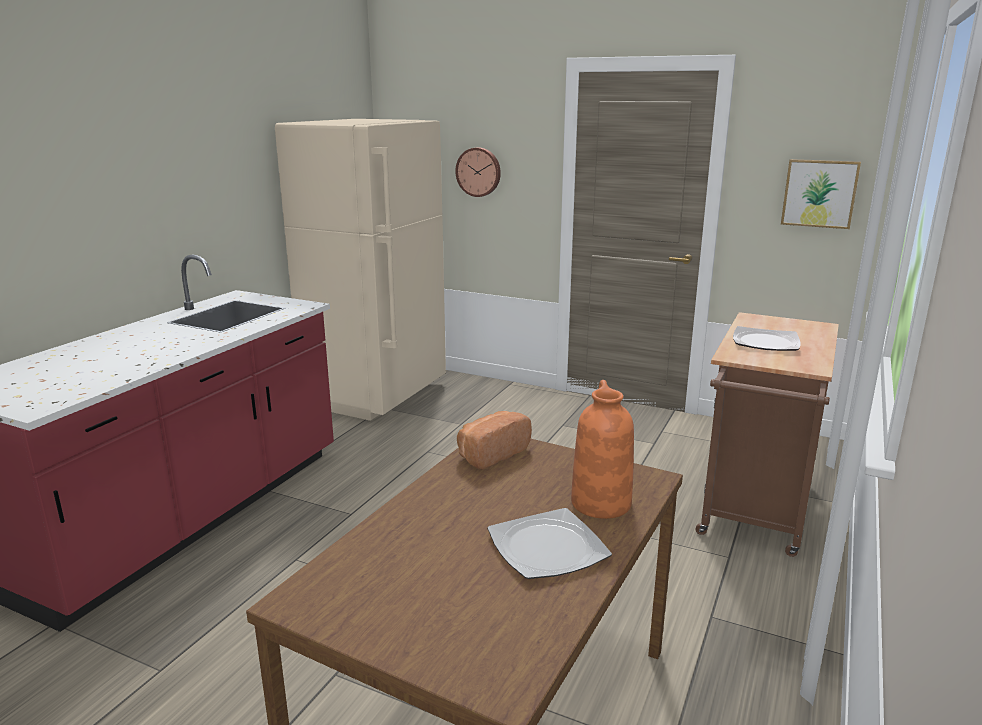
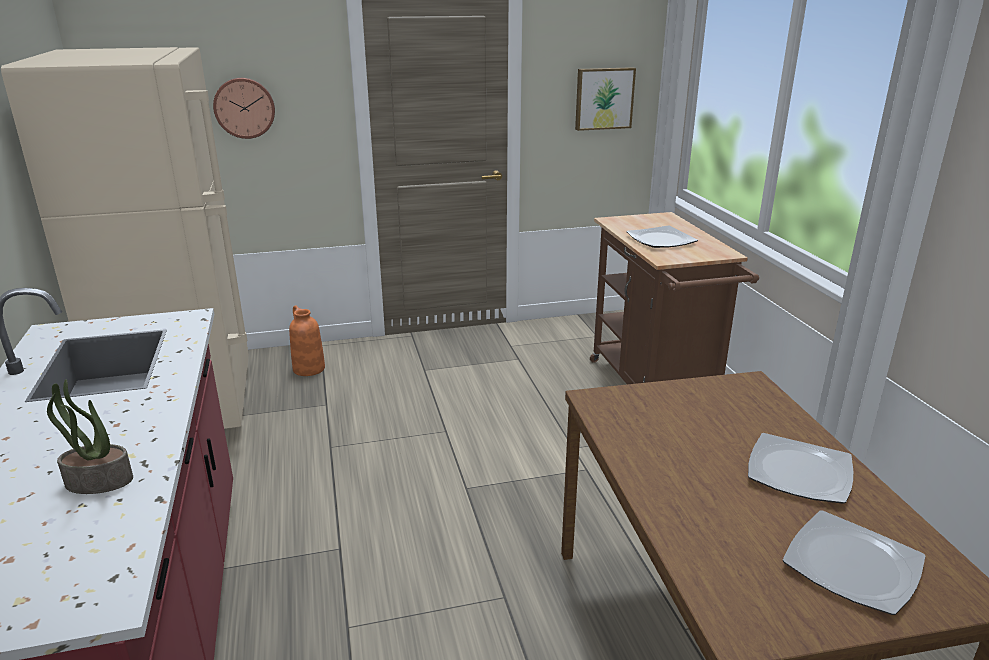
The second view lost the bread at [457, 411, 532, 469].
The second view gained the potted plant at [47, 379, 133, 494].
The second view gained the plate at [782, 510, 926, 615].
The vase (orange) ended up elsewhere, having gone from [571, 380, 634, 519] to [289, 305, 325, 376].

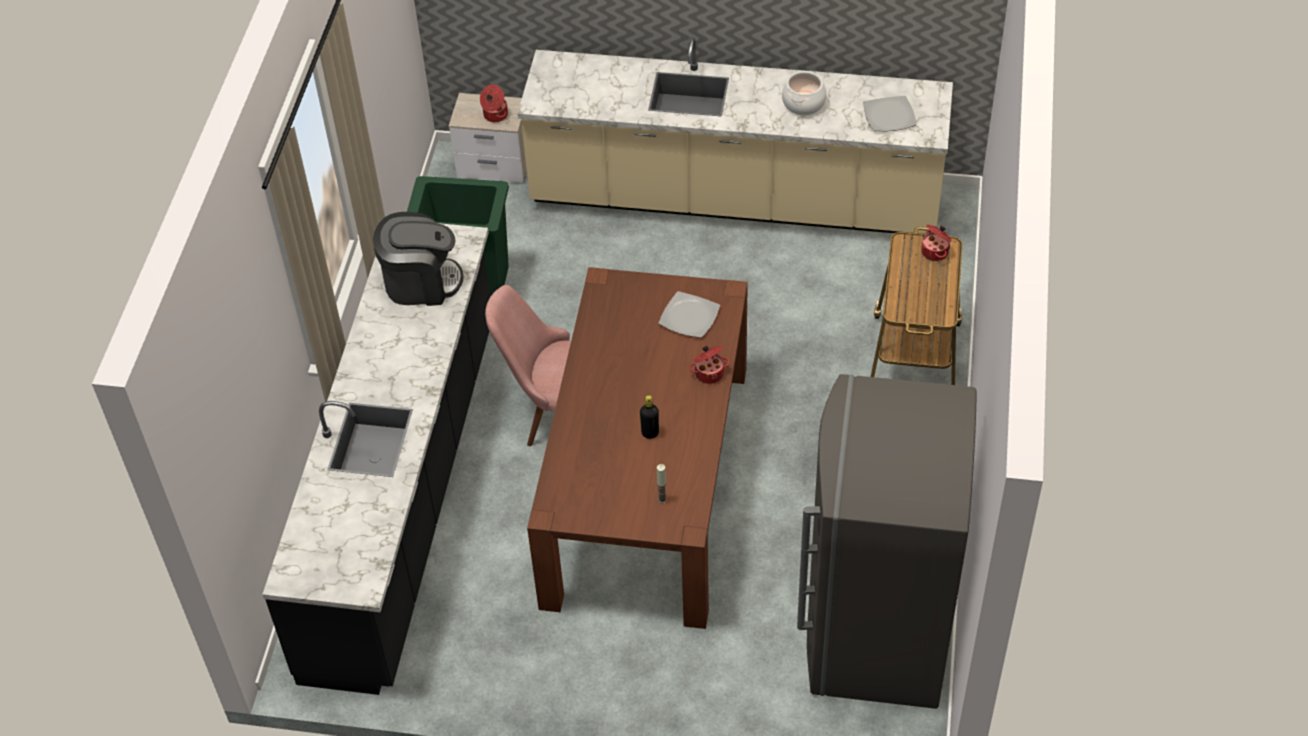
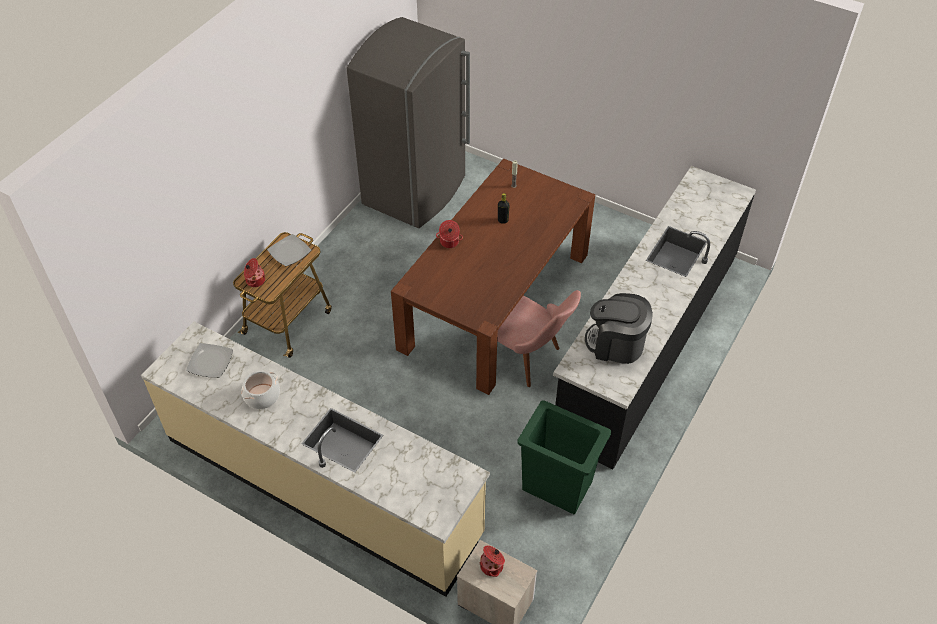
The plate ended up elsewhere, having gone from [659, 291, 720, 338] to [267, 234, 311, 266].

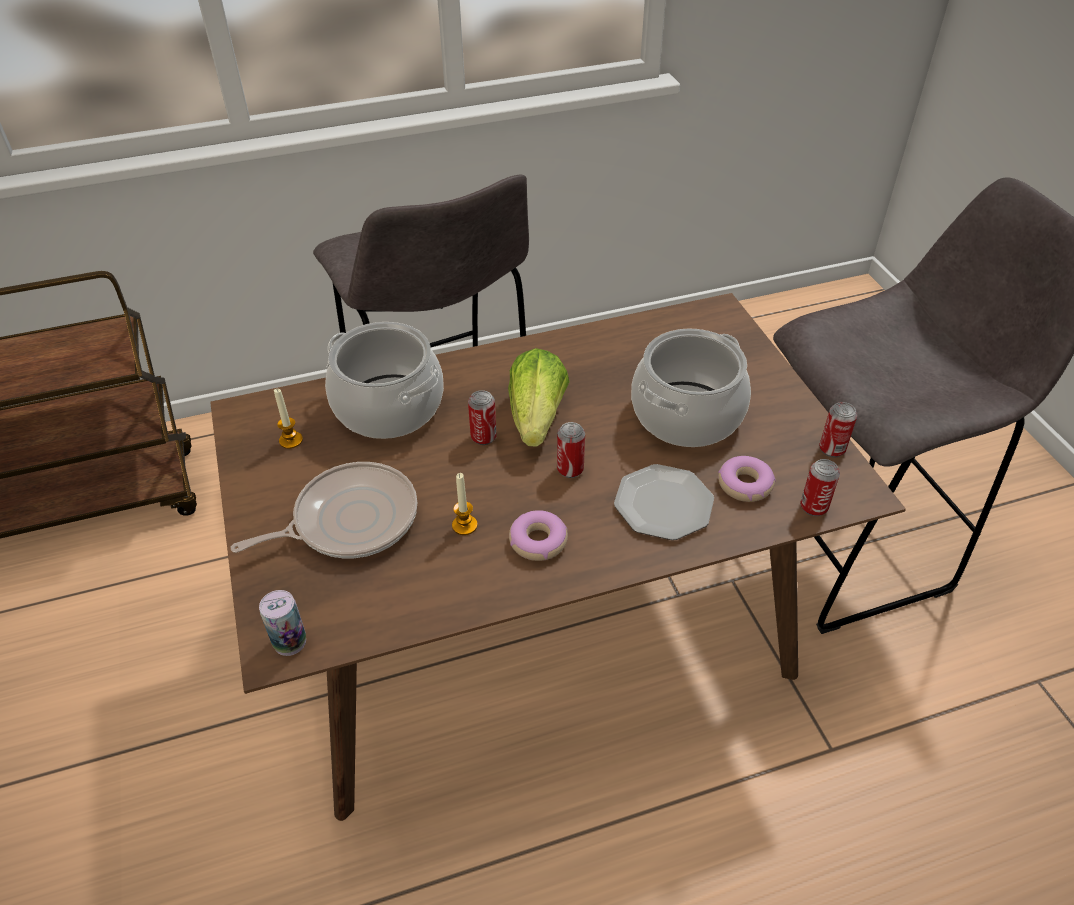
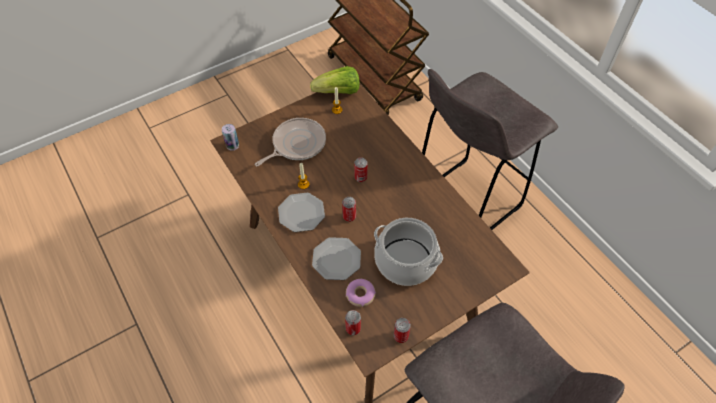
The second view lost the cooking pot at [325, 322, 444, 439].
The lettuce ended up elsewhere, having gone from [508, 348, 570, 447] to [310, 66, 360, 94].
Where the donut stood at [509, 510, 568, 561], the plate came to stand at [278, 193, 325, 232].
The frying pan at [231, 462, 418, 558] ended up facing another way, 90 degrees counterclockwise from before.

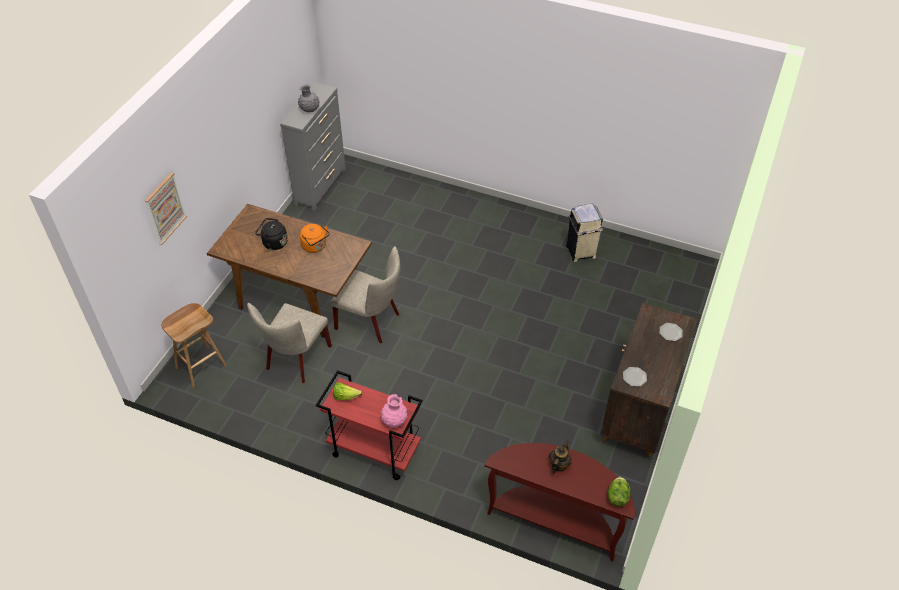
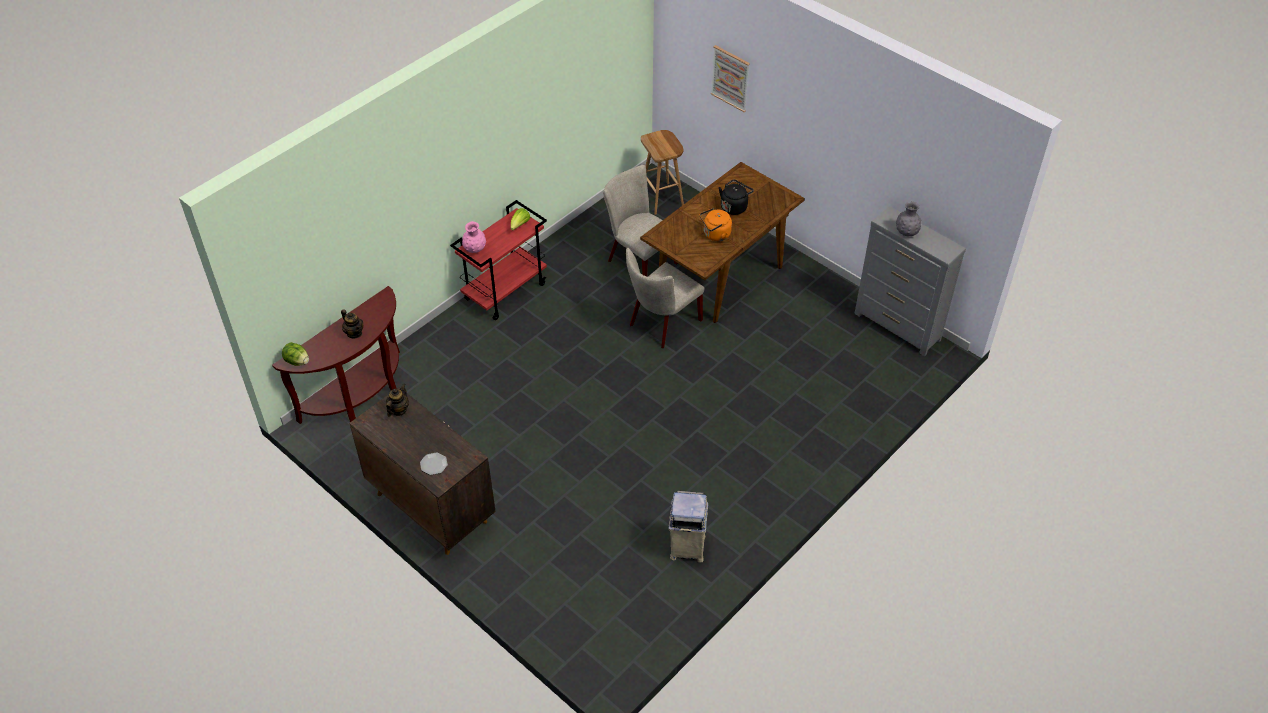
Where the plate stood at [623, 367, 647, 386], the teapot came to stand at [386, 383, 409, 416].

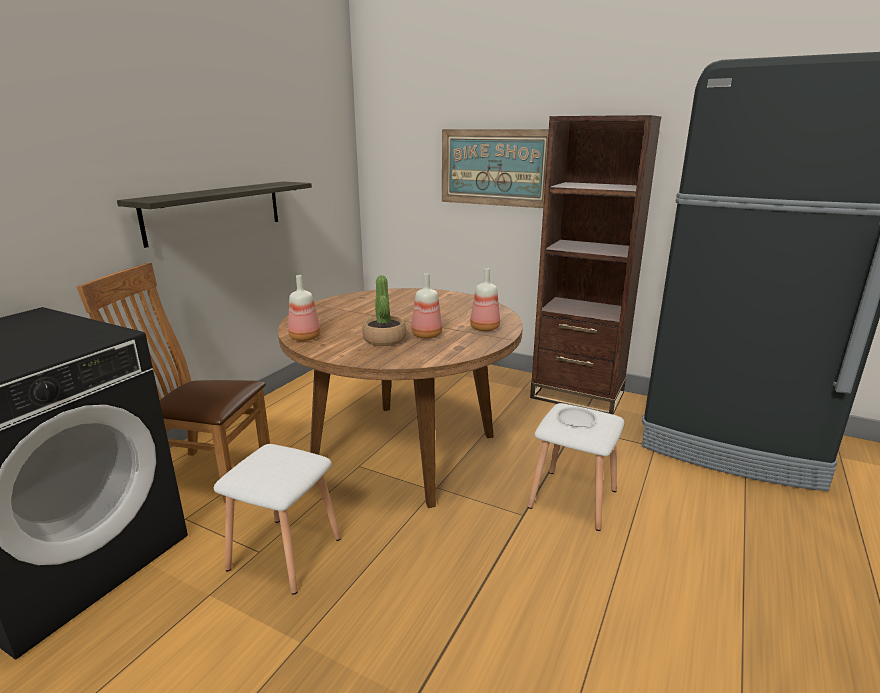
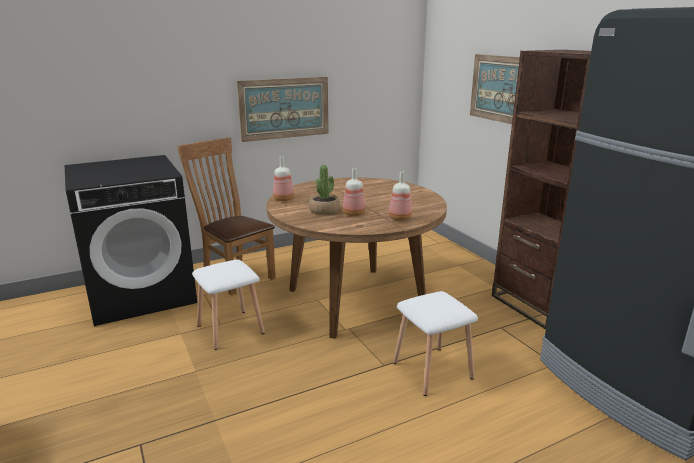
The second view lost the plate (white) at [556, 407, 597, 427].
Where the shelf hung at [117, 181, 312, 248], the picture came to hang at [237, 77, 329, 142].

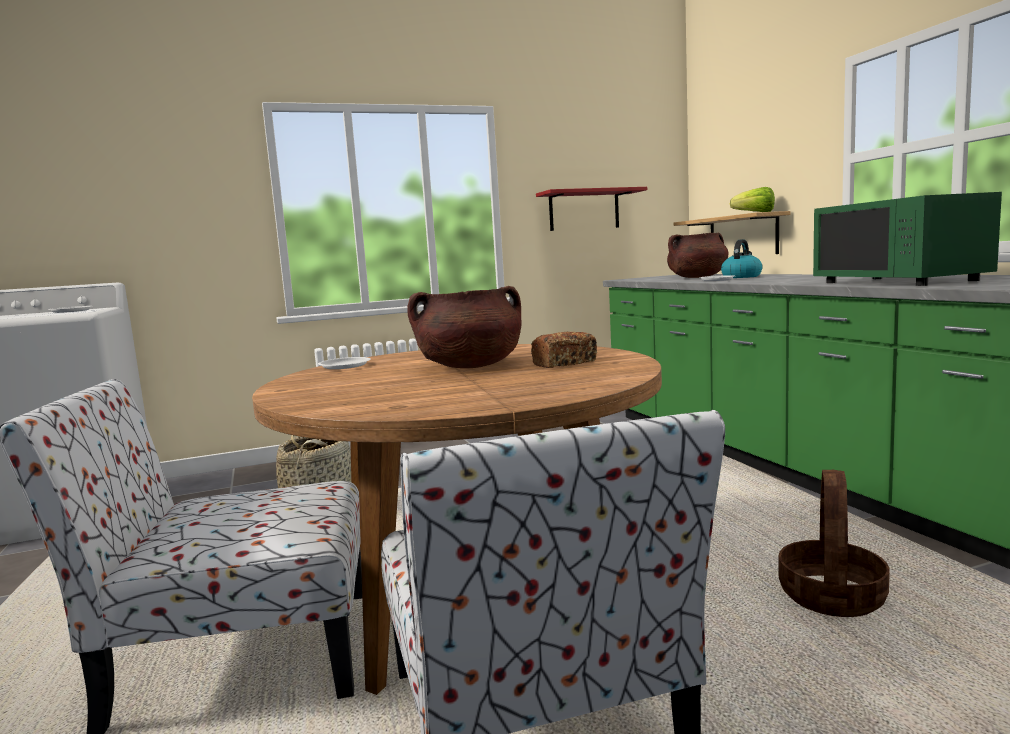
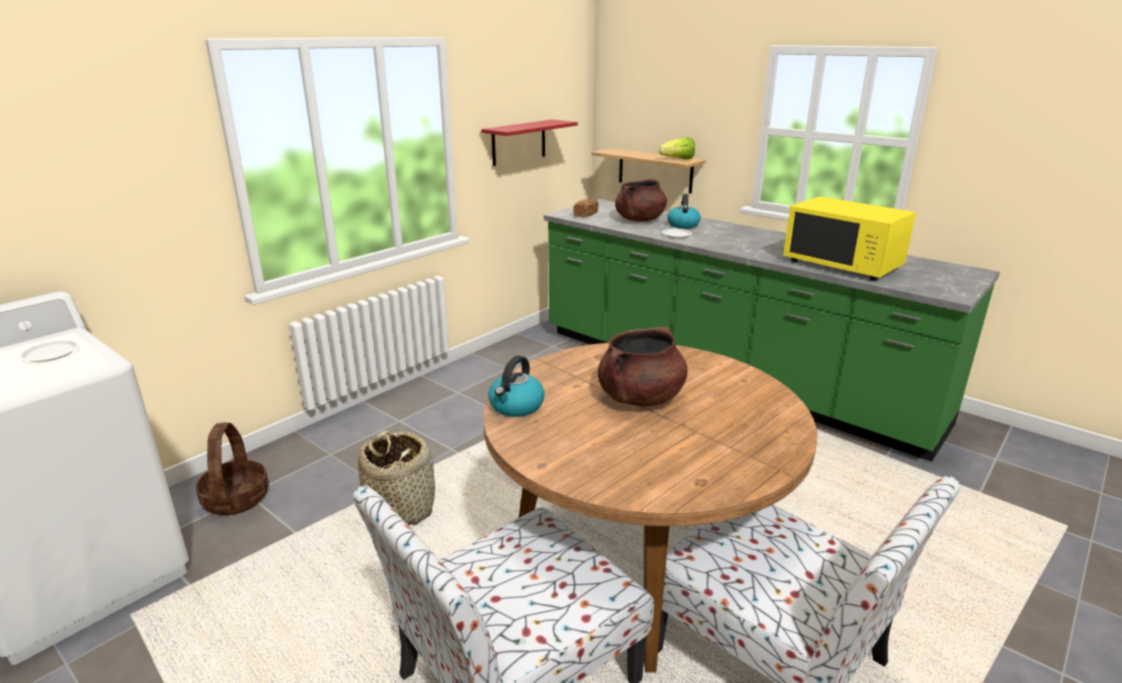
The bread ended up elsewhere, having gone from [531, 332, 597, 368] to [573, 199, 599, 218].
The basket ended up elsewhere, having gone from [778, 470, 890, 617] to [195, 423, 269, 515].
Where the plate (white) stood at [318, 357, 371, 369], the kettle came to stand at [488, 355, 545, 417].
What was the microwave (green) at [813, 192, 1002, 286] turned into the microwave (yellow) at [783, 196, 916, 280].

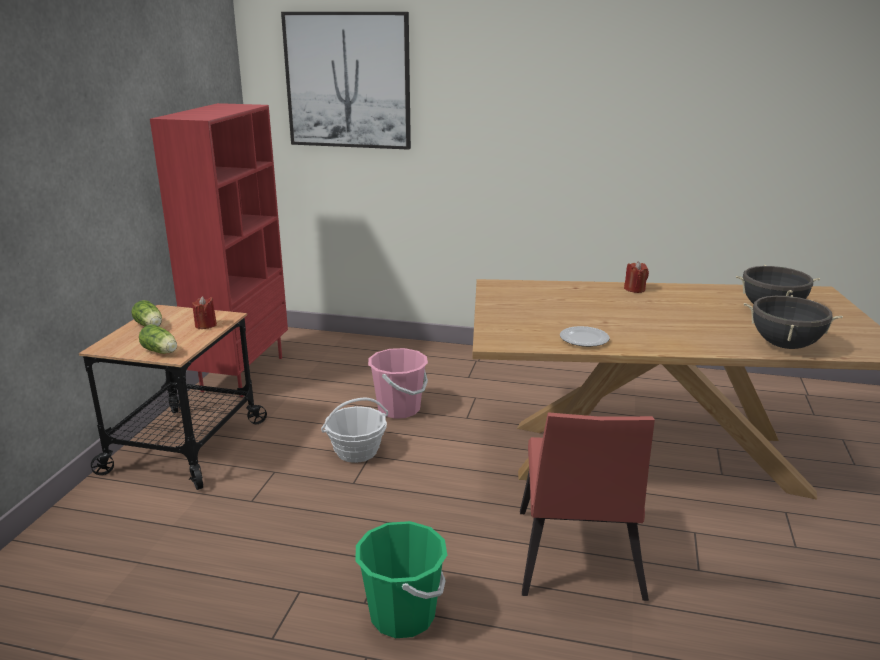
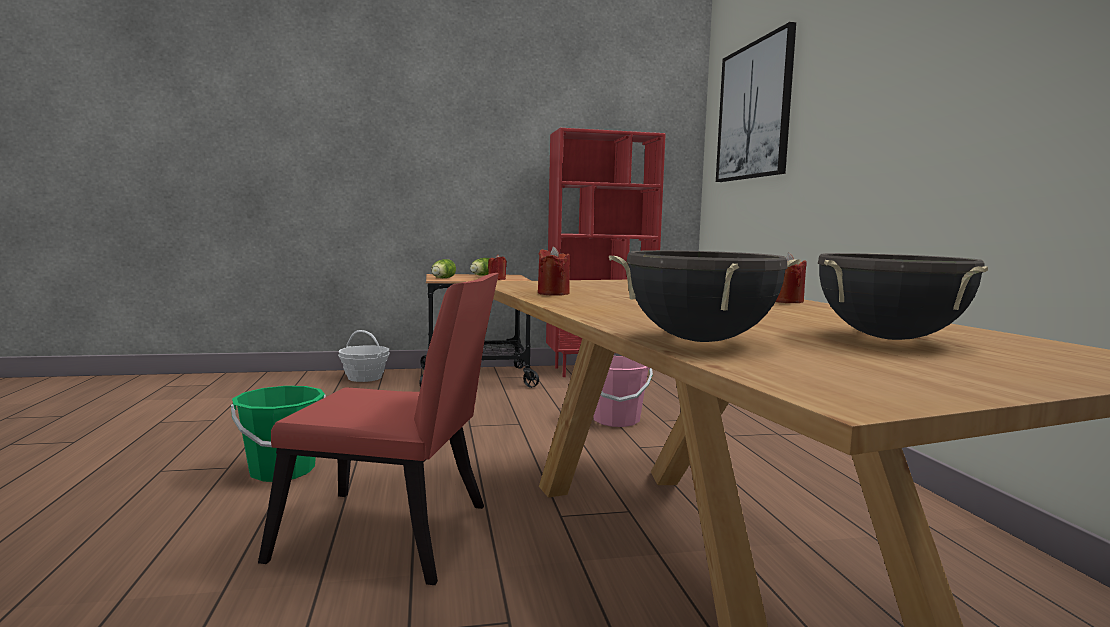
The basket ended up elsewhere, having gone from [321, 397, 388, 463] to [338, 330, 390, 382].
Where the plate stood at [560, 326, 610, 347], the candle (red) came to stand at [538, 247, 570, 296].
The chair (red) at [520, 412, 655, 601] ended up facing another way, 150 degrees counterclockwise from before.

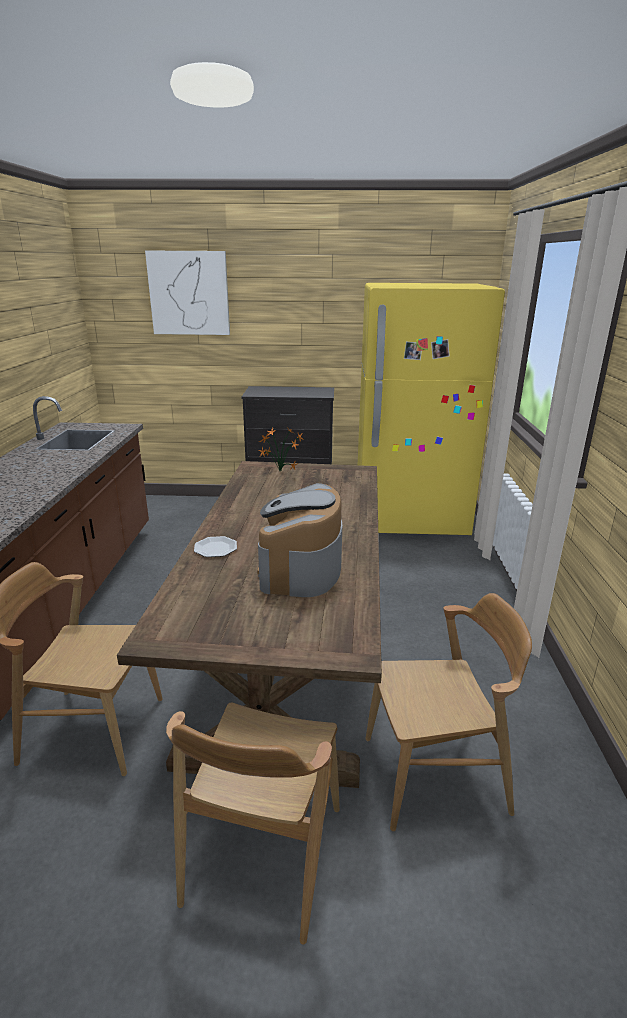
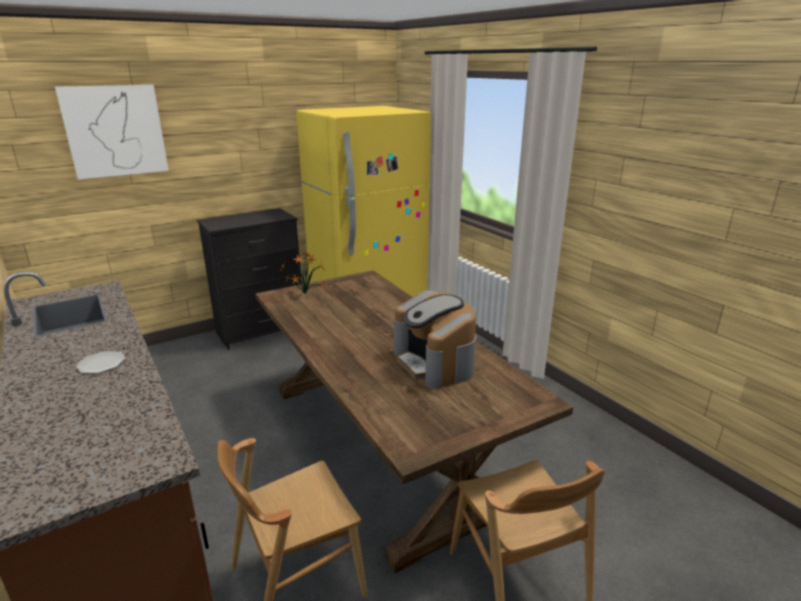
The second view lost the chair (brown) at [366, 593, 532, 831].
The plate ended up elsewhere, having gone from [194, 536, 237, 557] to [76, 351, 126, 374].

